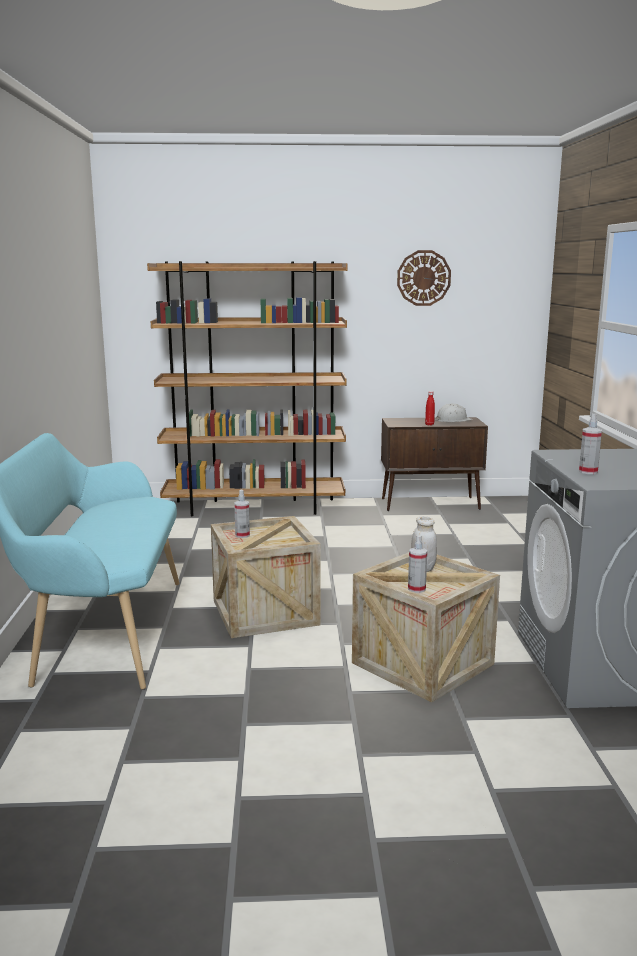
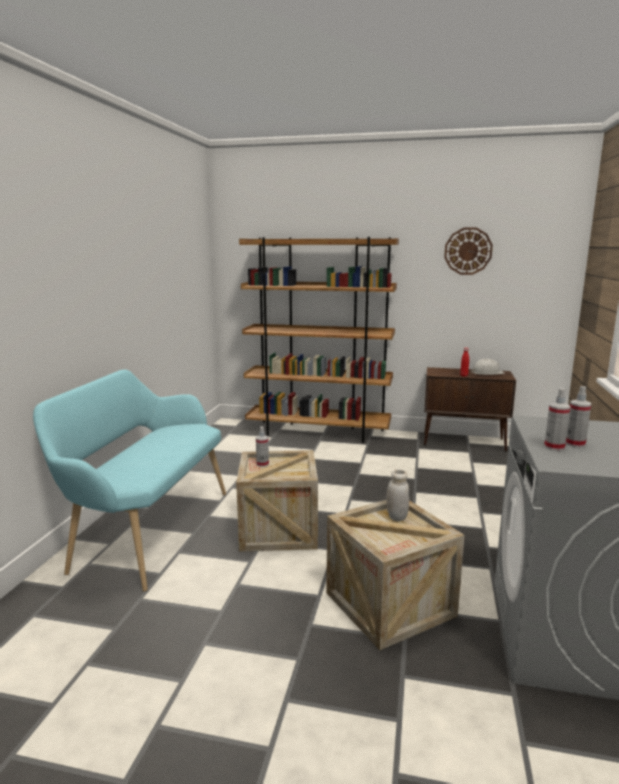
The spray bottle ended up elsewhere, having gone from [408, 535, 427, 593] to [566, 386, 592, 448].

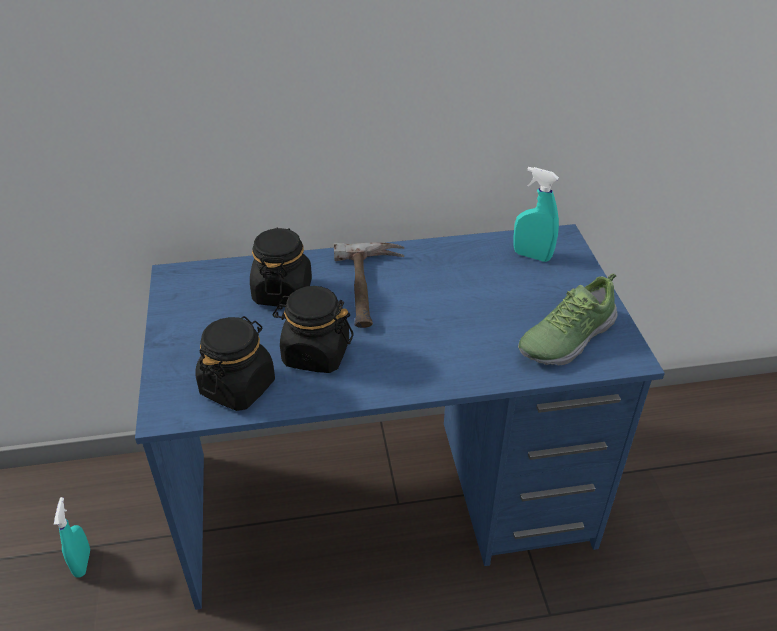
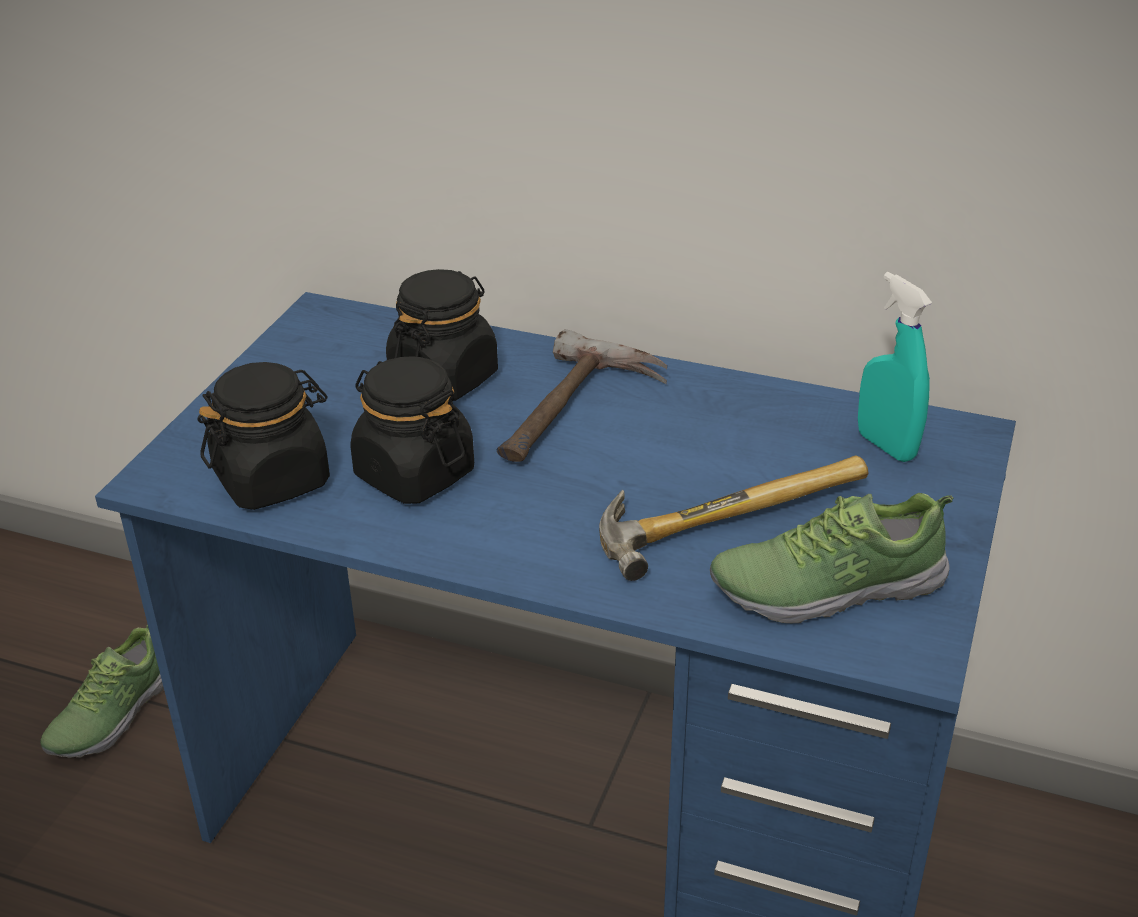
The second view gained the hammer at [599, 455, 868, 581].
Where the spray bottle (turquoise) stood at [54, 497, 90, 578], the shoe came to stand at [40, 624, 164, 758].

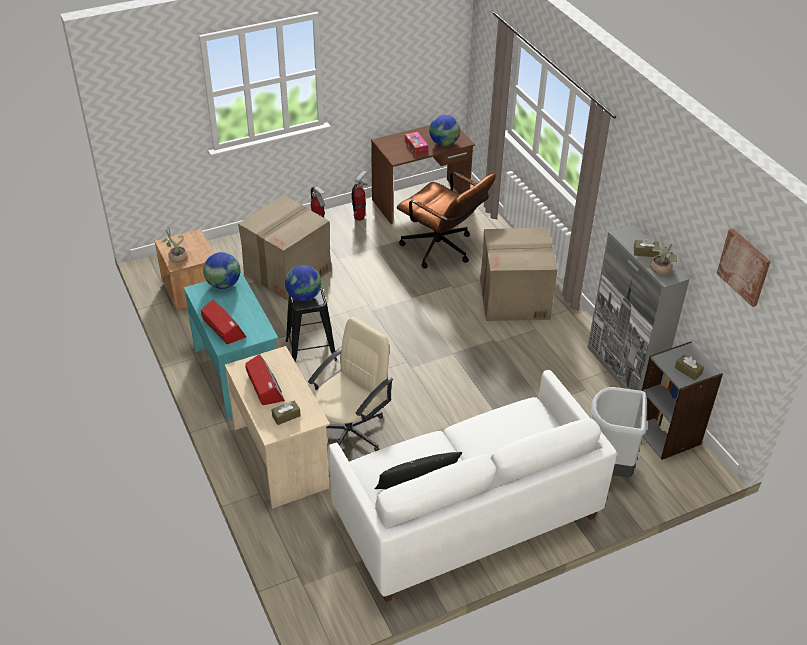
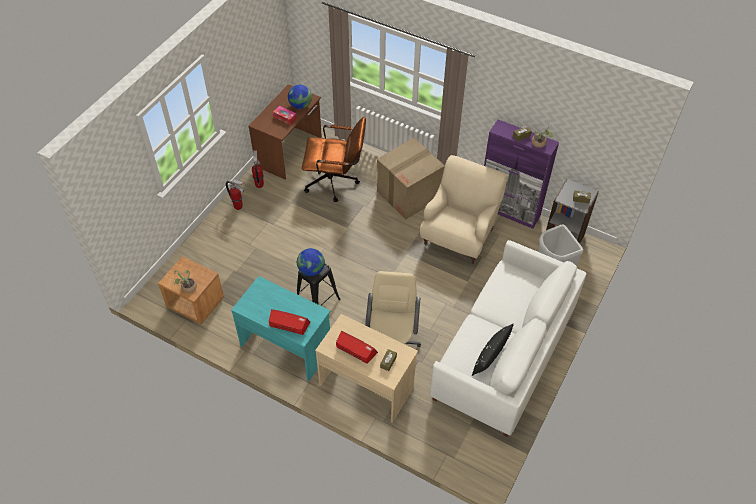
The second view lost the globe at [203, 252, 240, 289].
The second view lost the cardboard box at [238, 194, 332, 301].
The second view lost the picture at [717, 228, 771, 307].
The second view gained the armchair (beige) at [420, 155, 508, 264].
What was the cabinet (grey) at [587, 225, 690, 391] turned into the cabinet (purple) at [484, 119, 559, 229].

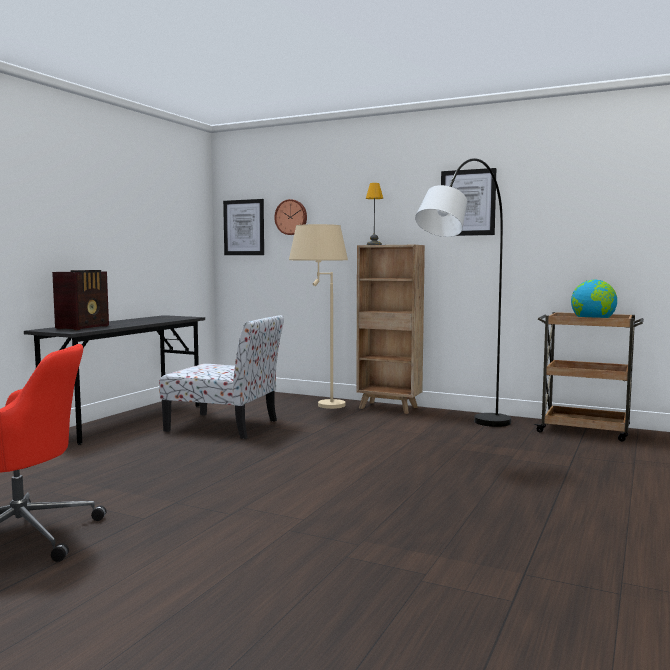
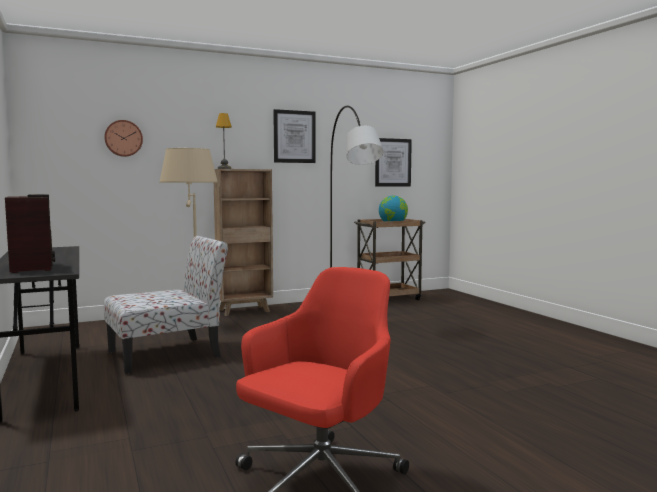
The picture ended up elsewhere, having gone from [223, 199, 264, 255] to [375, 138, 412, 187].

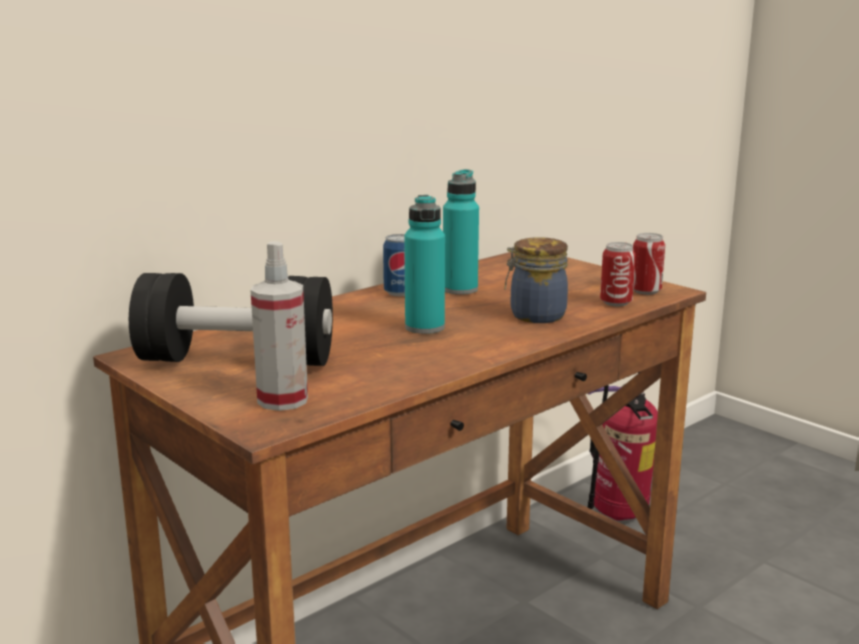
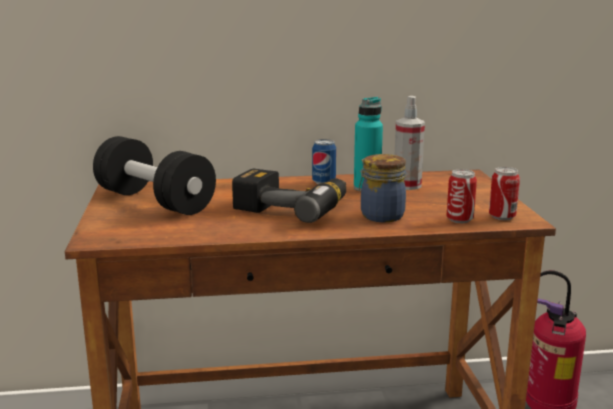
The spray bottle ended up elsewhere, having gone from [251, 241, 308, 411] to [395, 96, 425, 190].
Where the bottle (turquoise) stood at [404, 195, 445, 334], the power drill came to stand at [232, 168, 346, 223].

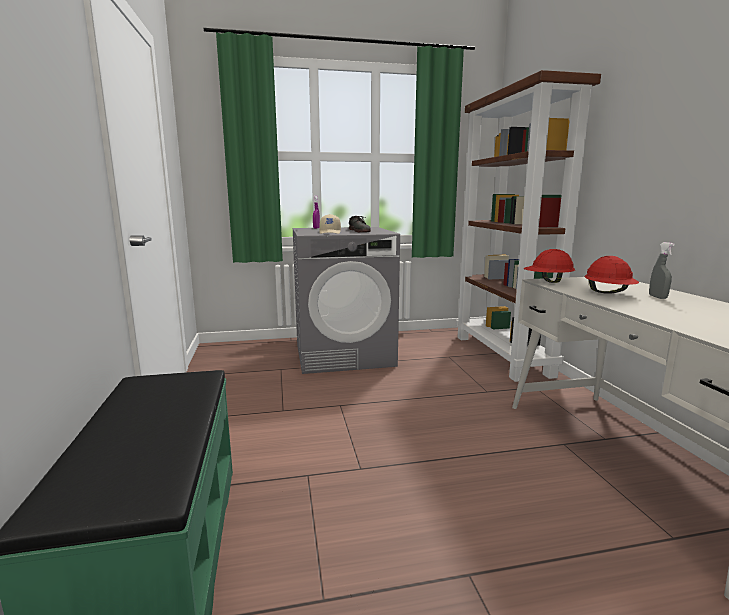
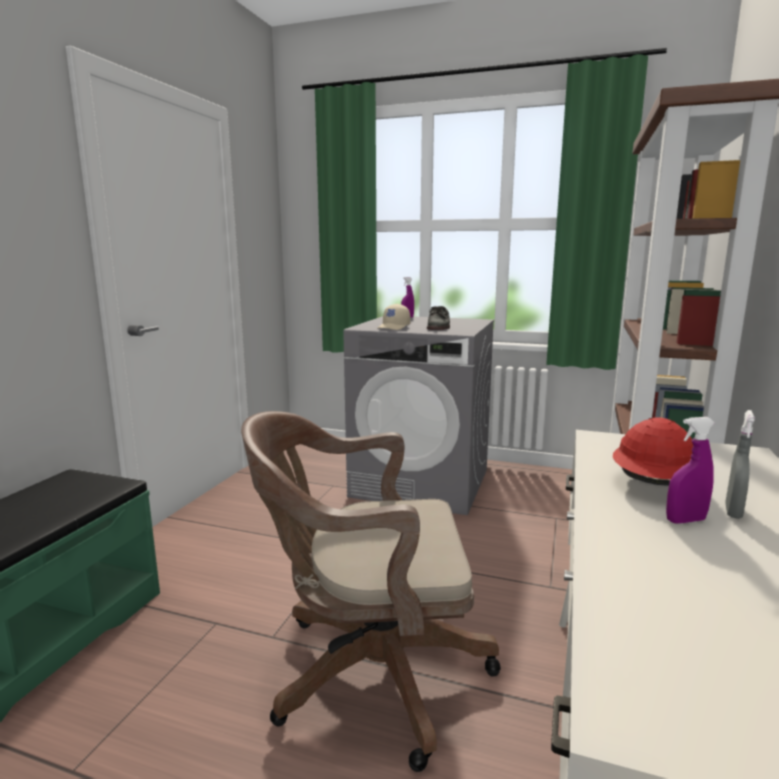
The second view lost the hard hat (red) at [524, 249, 575, 283].
The second view gained the office chair (brown) at [241, 411, 501, 772].
The second view gained the spray bottle (purple) at [666, 417, 715, 524].

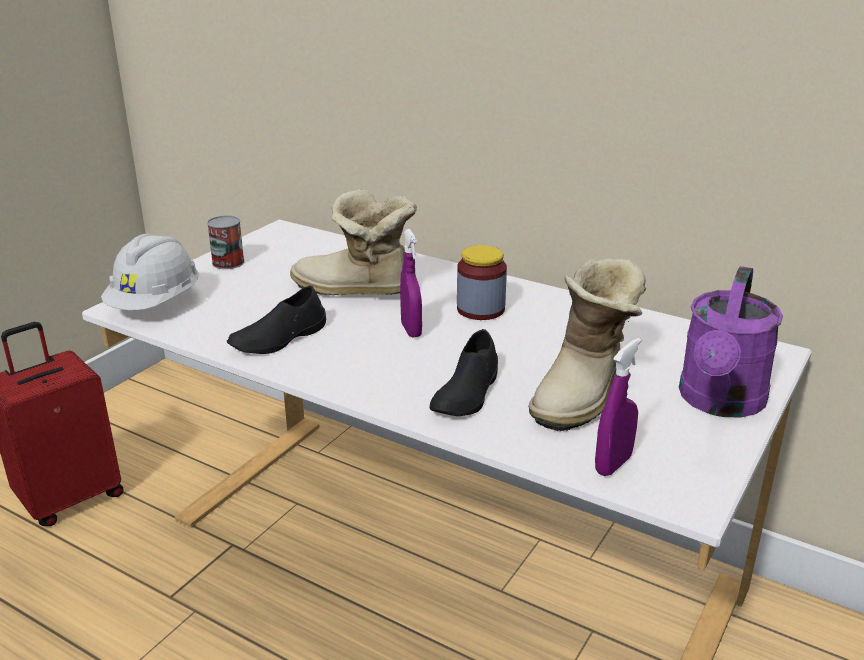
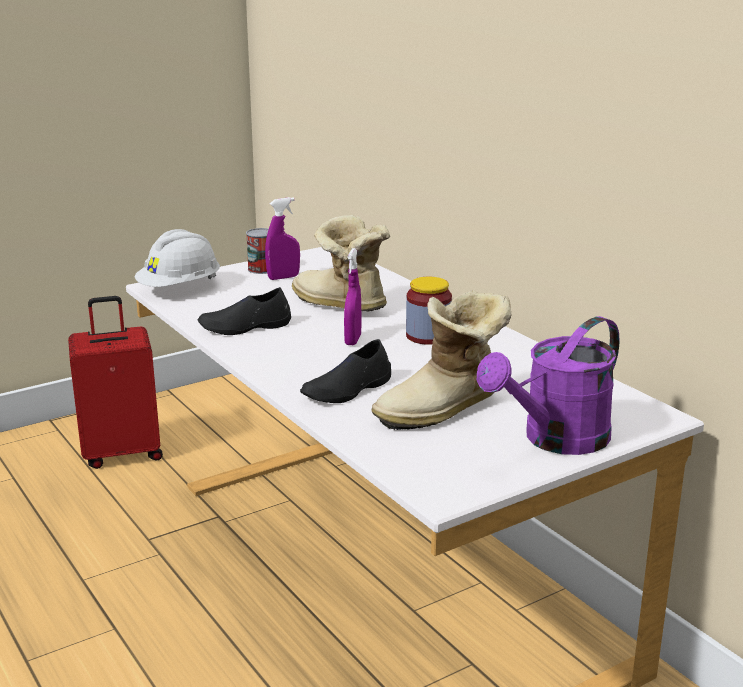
The spray bottle (purple) ended up elsewhere, having gone from [595, 338, 641, 476] to [265, 197, 300, 280].

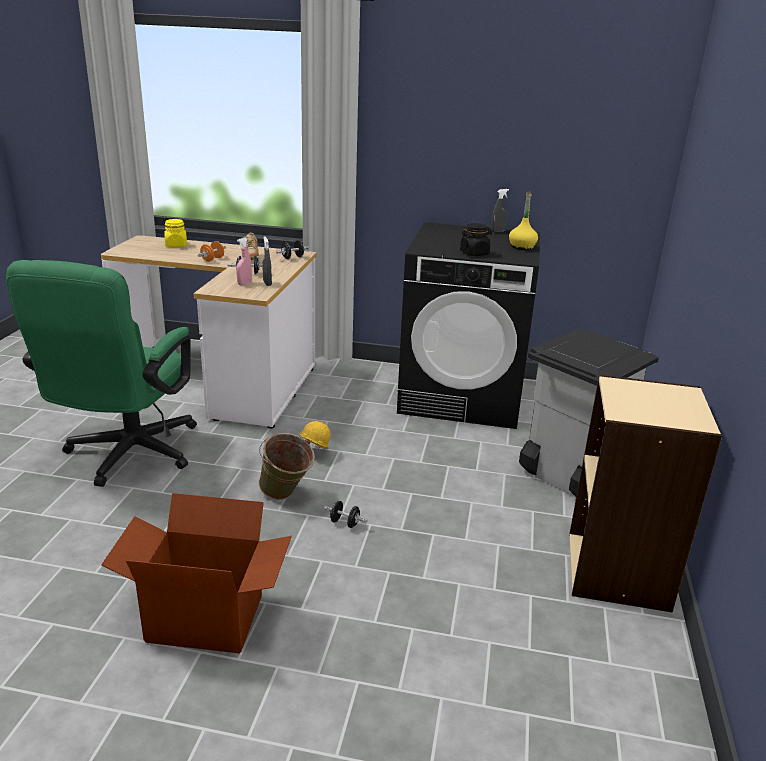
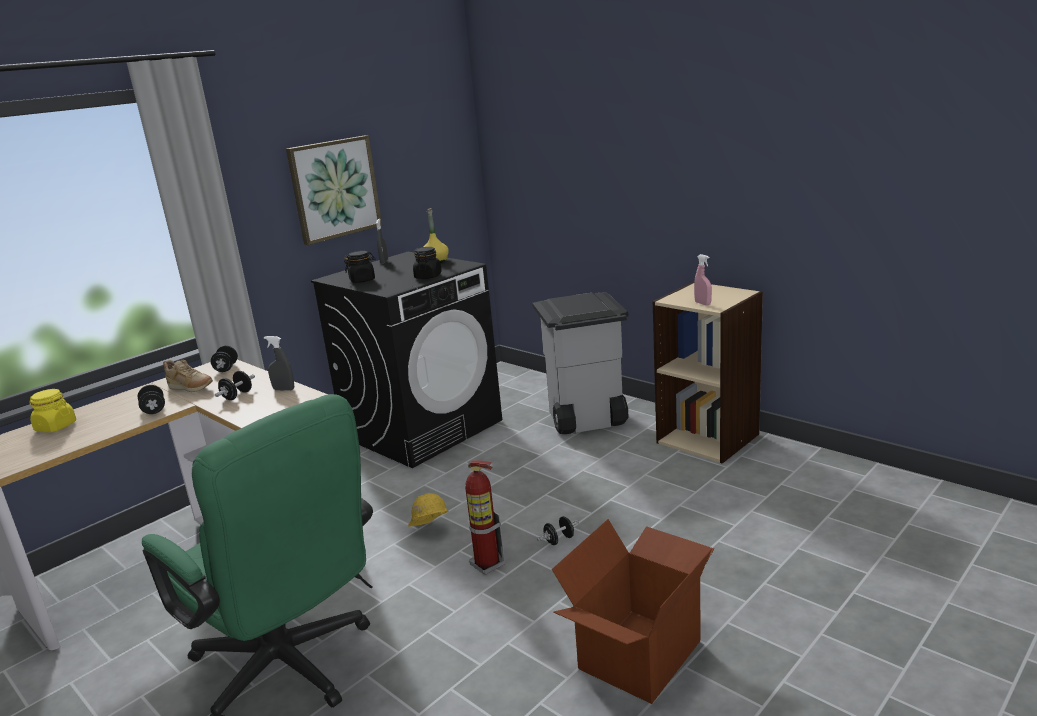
The second view gained the picture at [286, 135, 382, 245].
The second view gained the jar (black) at [344, 251, 375, 283].
The spray bottle (pink) ended up elsewhere, having gone from [236, 237, 252, 285] to [694, 254, 712, 305].
Where the bucket (green) stood at [259, 433, 315, 500], the fire extinguisher came to stand at [465, 460, 505, 575].
What was the dumbbell (orange) at [198, 241, 226, 262] turned into the dumbbell (black) at [138, 385, 165, 414].

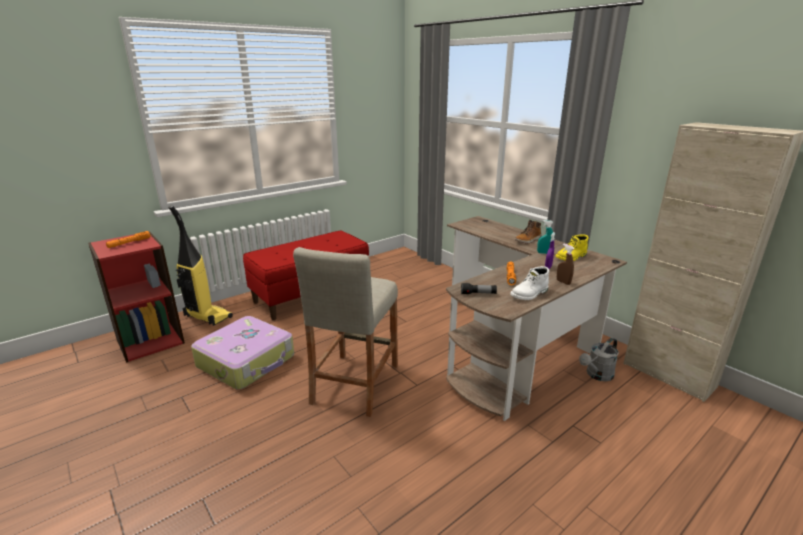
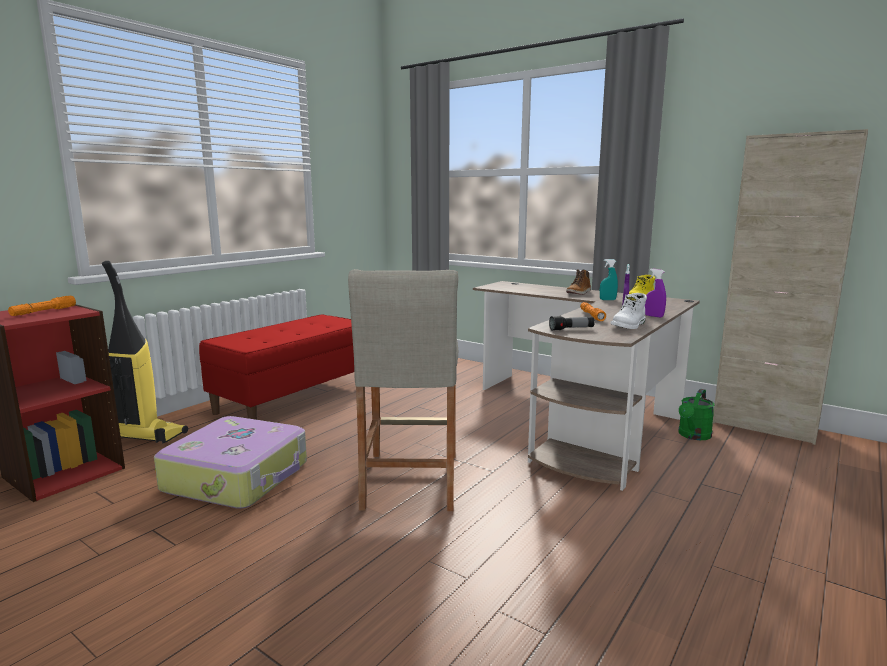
What was the spray bottle (brown) at [557, 244, 574, 285] turned into the spray bottle (purple) at [645, 269, 666, 317].
What was the watering can (grey) at [579, 338, 619, 381] turned into the watering can (green) at [678, 389, 715, 440].

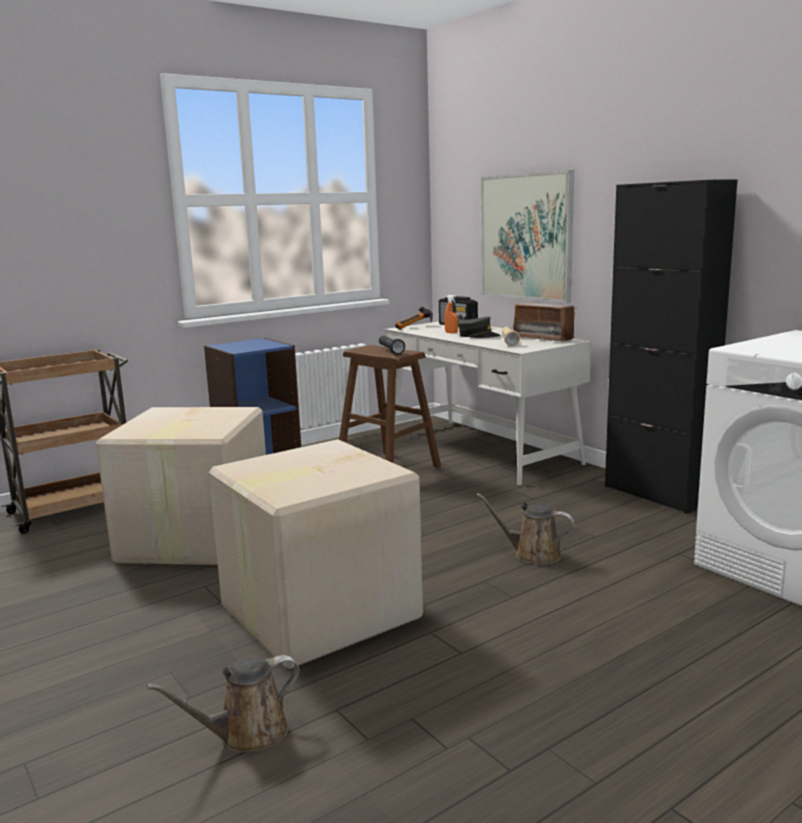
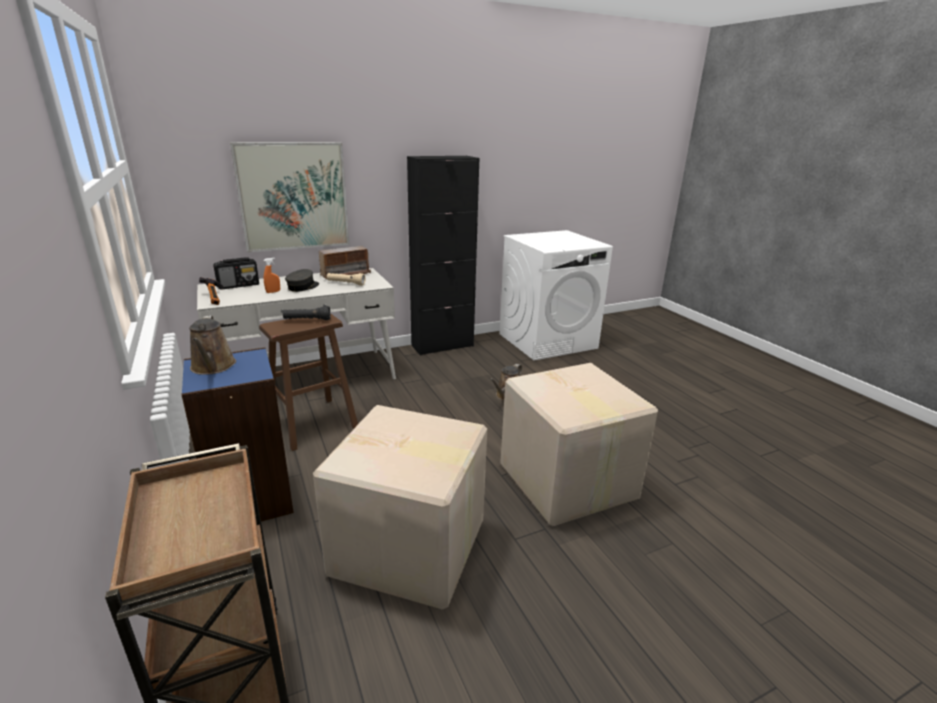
The watering can (brown) ended up elsewhere, having gone from [147, 655, 299, 752] to [189, 315, 236, 375].

